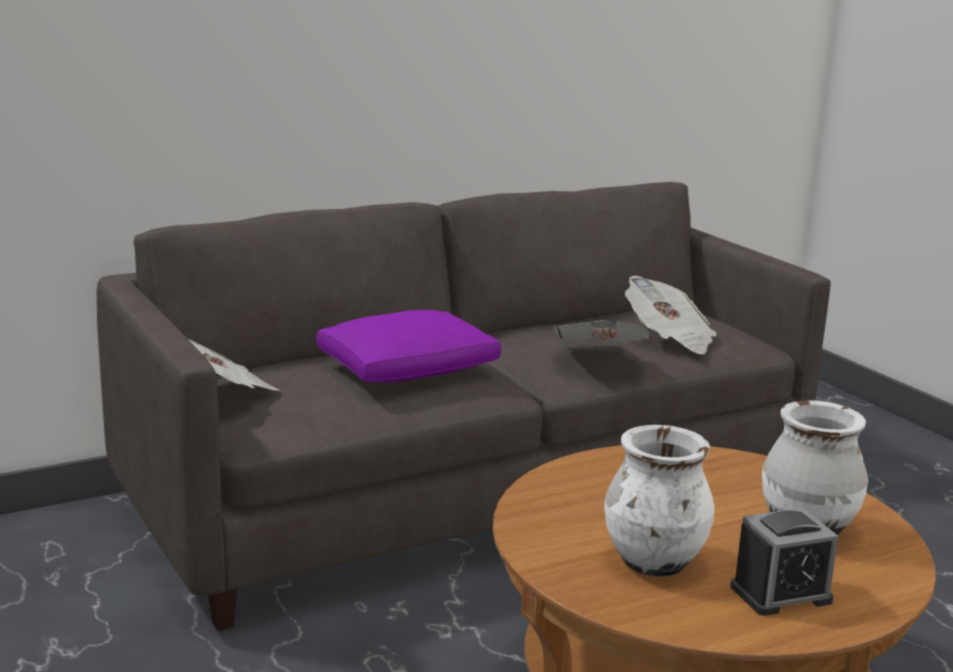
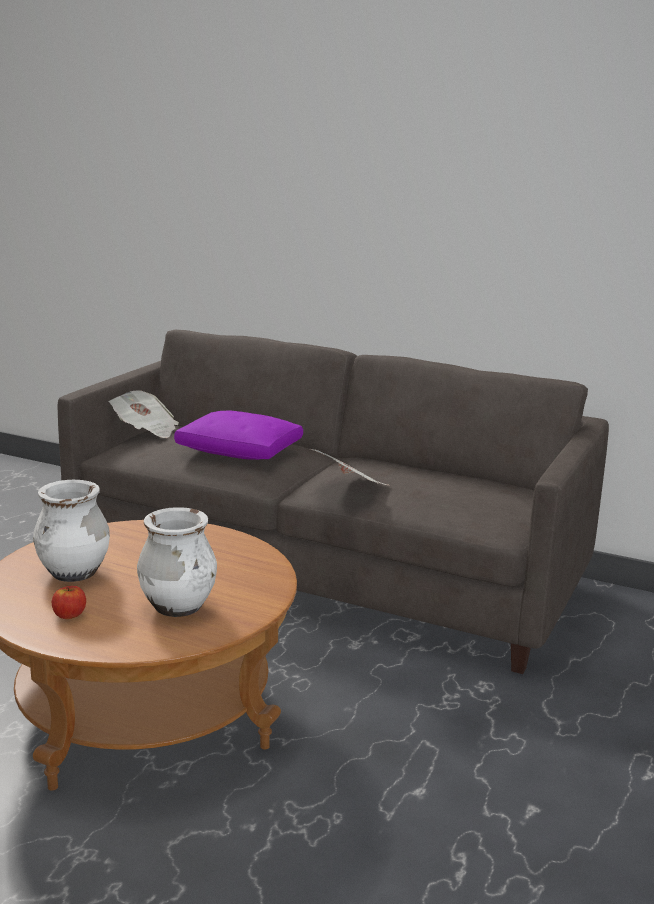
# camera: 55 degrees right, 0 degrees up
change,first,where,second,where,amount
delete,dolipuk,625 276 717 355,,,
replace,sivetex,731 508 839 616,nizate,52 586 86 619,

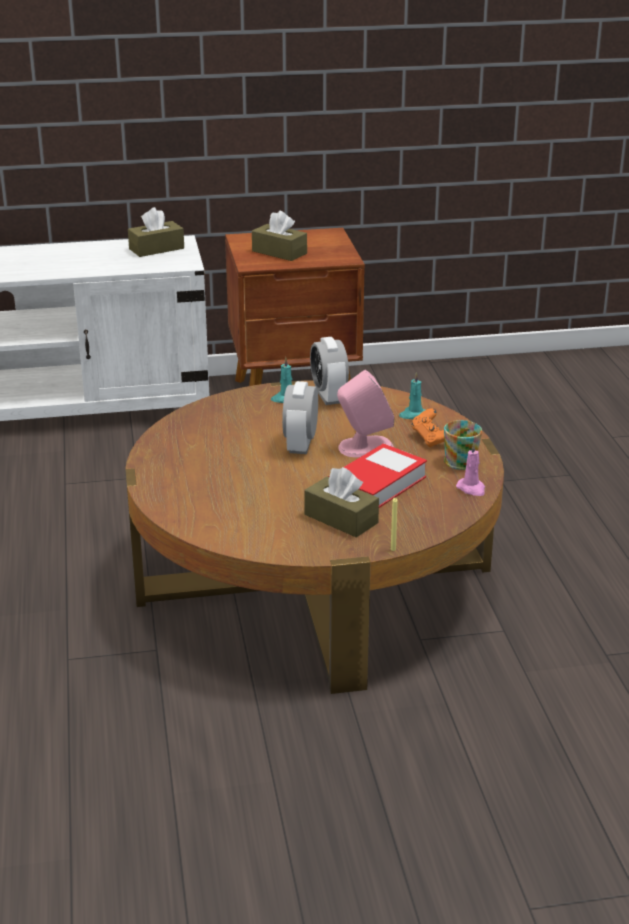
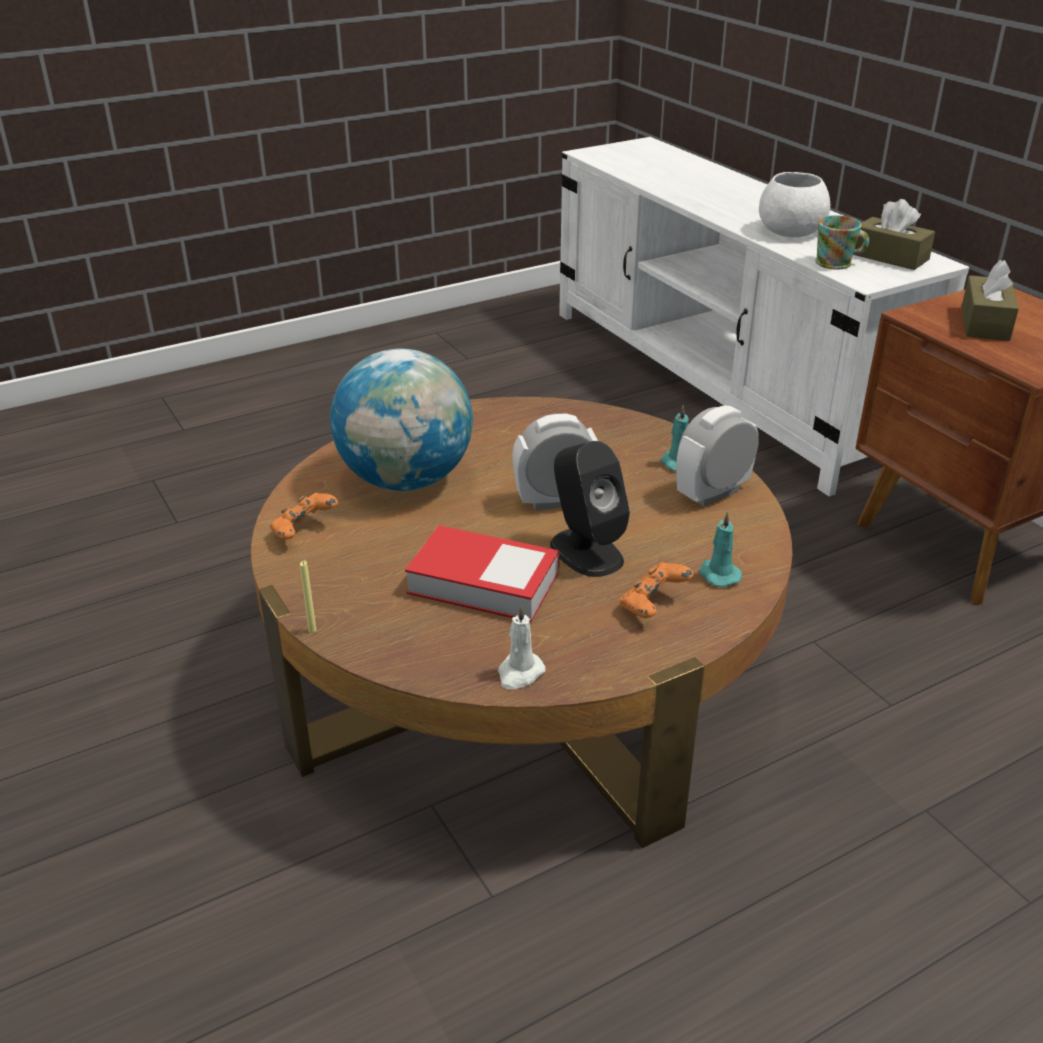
# camera: 70 degrees right, 5 degrees up
change,first,where,second,where,amount
delete,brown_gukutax,304 467 379 537,,,
recolor,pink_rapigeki,337 370 394 457,black_rapigeki,550 441 630 577,
move,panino,444 420 482 470,,815 215 869 269,
recolor,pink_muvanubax,456 443 485 496,white_muvanubax,498 605 546 690,
insert,,,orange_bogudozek,270 493 338 540,
insert,,,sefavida,330 349 473 491,
insert,,,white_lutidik,759 172 830 237,

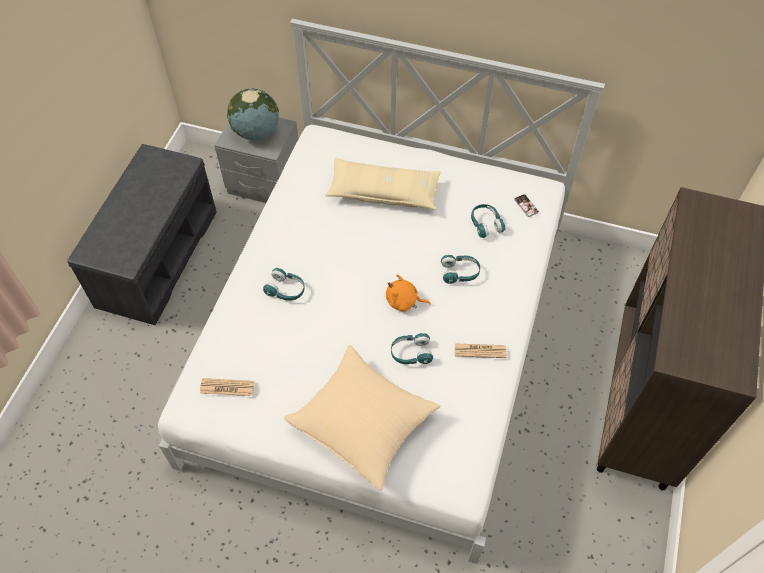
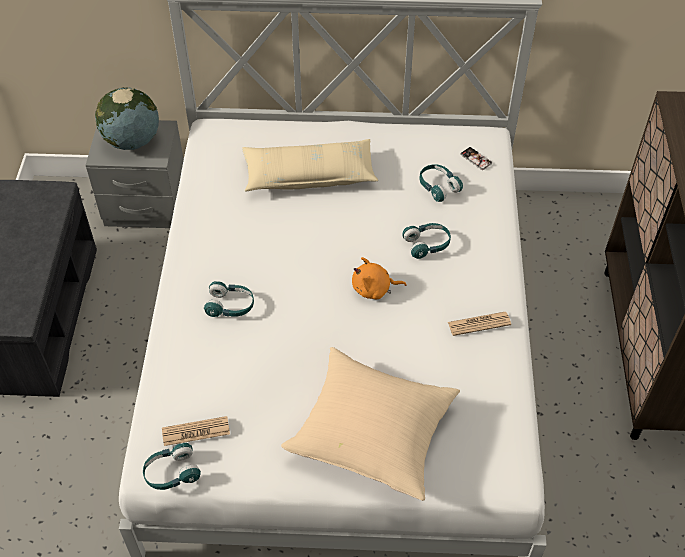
# camera: 15 degrees left, 5 degrees down
change,first,where,second,where,amount
move,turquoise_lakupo,391 333 433 364,,143 443 201 490,

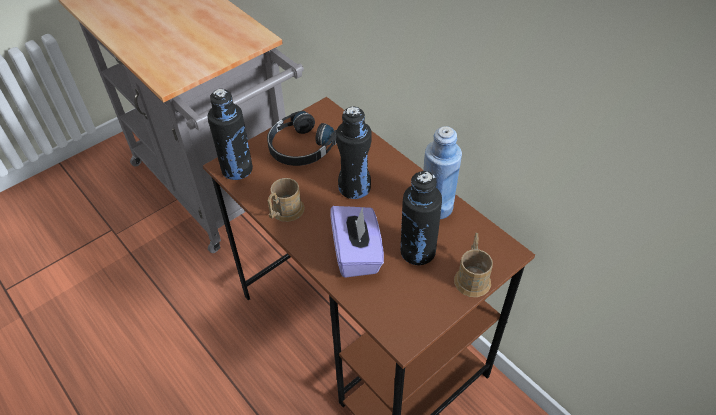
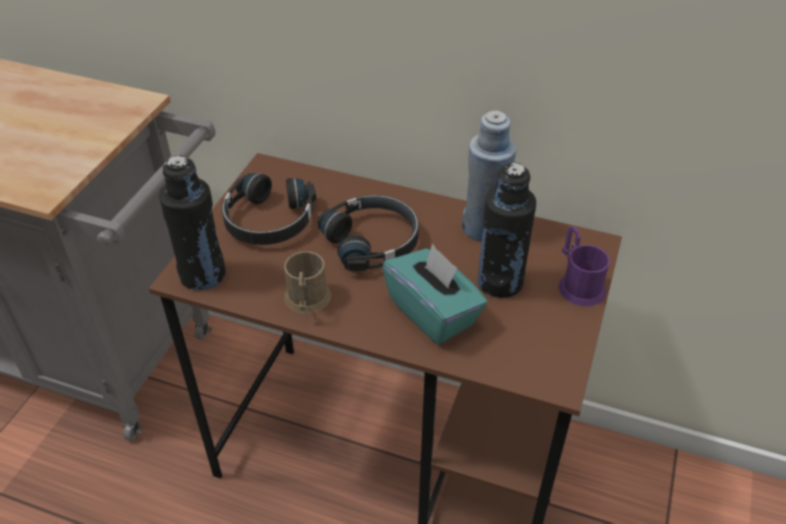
# camera: 30 degrees left, 5 degrees down
change,first,where,second,where,amount
recolor,purple_gukutax,331 206 384 278,turquoise_gukutax,382 243 488 345,
replace,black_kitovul,336 106 372 199,black_lakupo,318 195 419 271,
recolor,brown_panino,454 233 493 297,purple_panino,558 226 610 307,

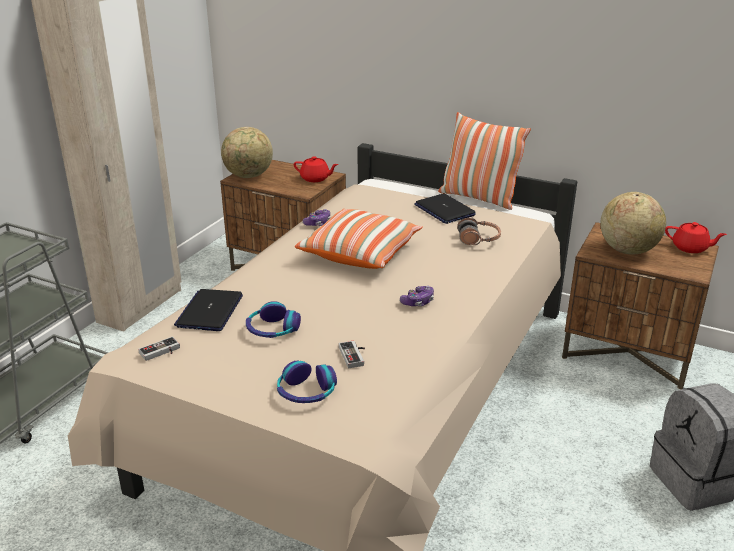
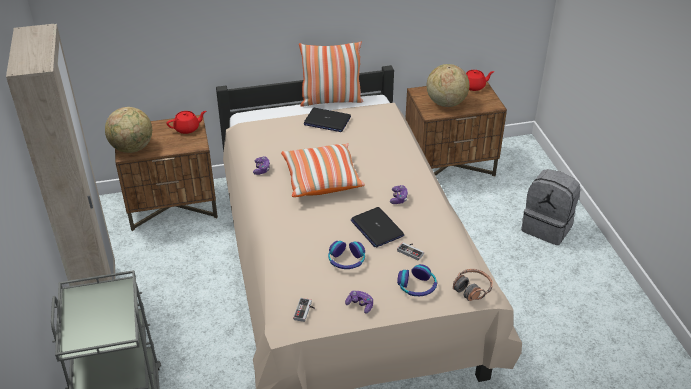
# camera: 40 degrees left, 10 degrees up
change,first,where,second,where,amount
move,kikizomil,174 289 243 331,,351 207 404 248,
move,lakupo,457 218 501 245,,453 269 493 301,
insert,,,bogudozek,345 290 373 314,

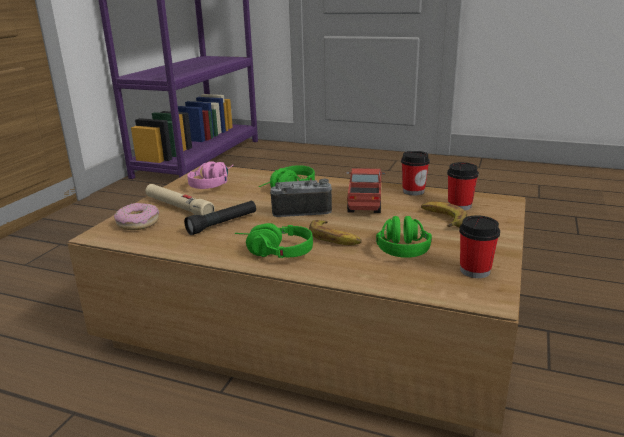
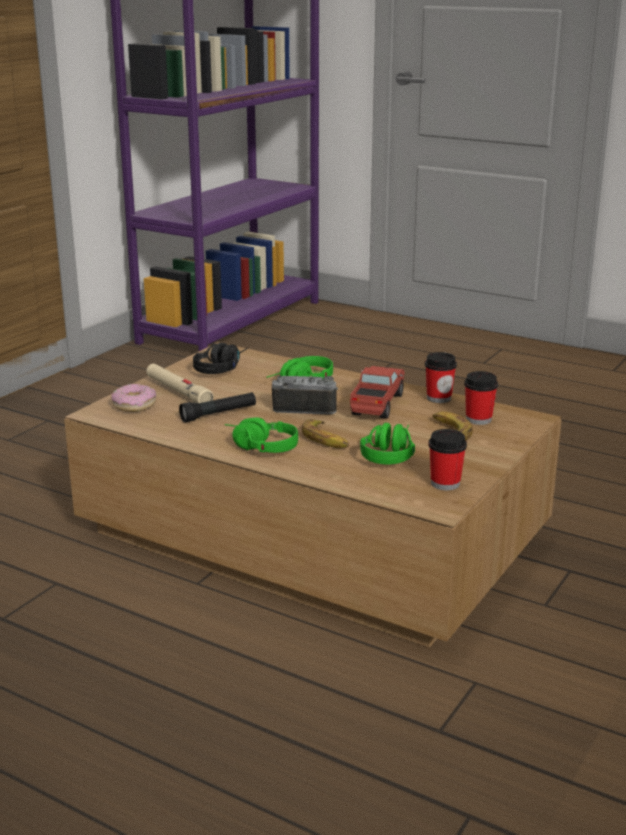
# camera: 10 degrees right, 0 degrees up
change,first,where,second,where,amount
recolor,pink_lakupo,187 161 233 189,black_lakupo,193 343 248 374,

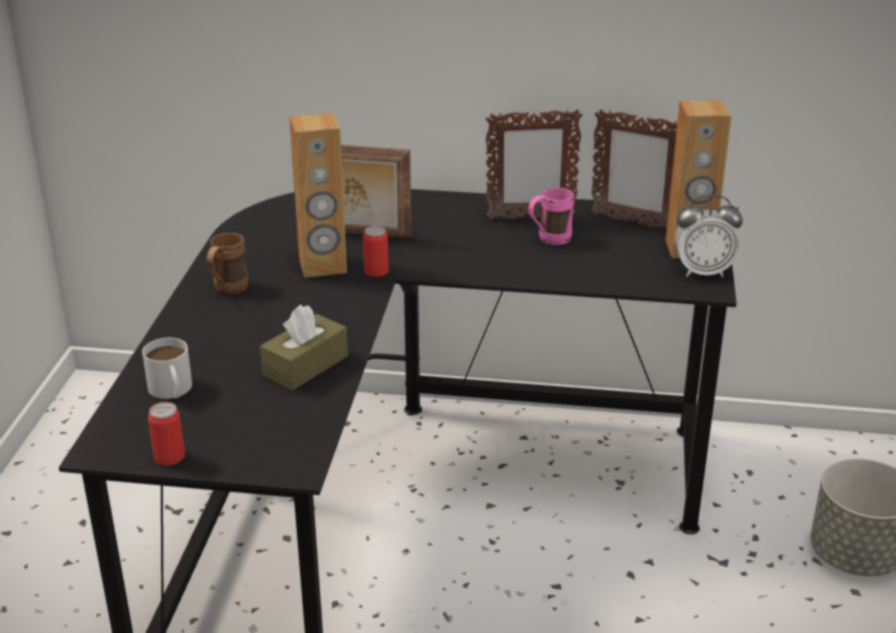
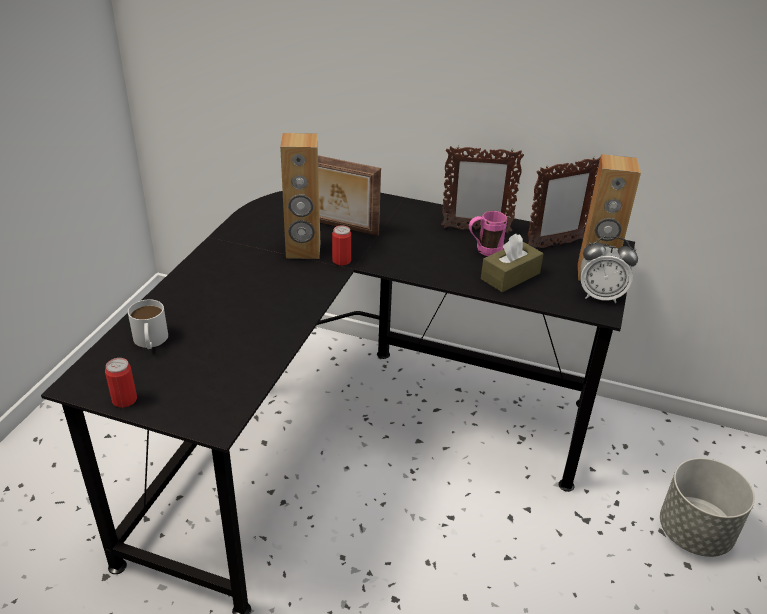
# camera: 10 degrees right, 5 degrees up
change,first,where,second,where,amount
delete,brown_panino,206 233 248 294,,,
move,brown_gukutax,260 305 348 391,,481 234 544 292,
rotate,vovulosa,591 109 677 228,,528 156 600 248,60 degrees counterclockwise

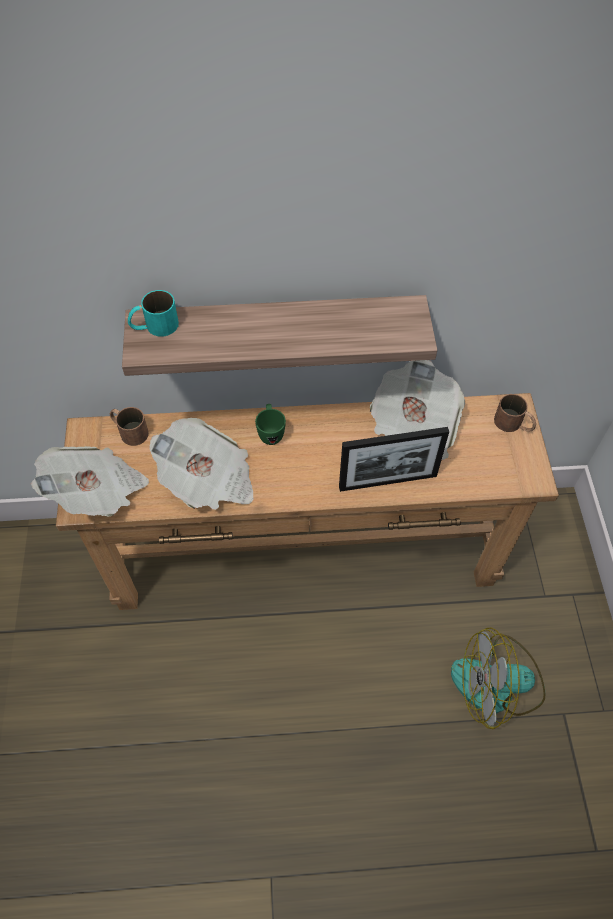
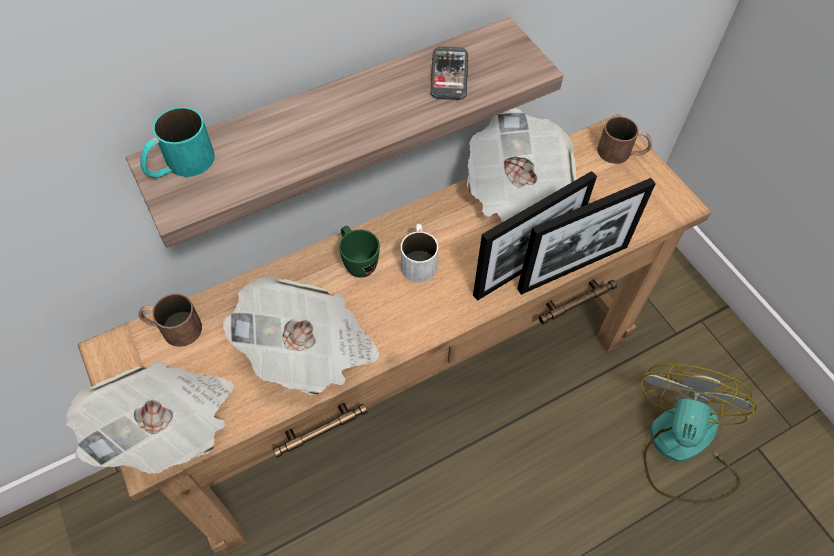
# camera: 25 degrees left, 0 degrees up
change,first,where,second,where,amount
rotate,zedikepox,451 627 545 729,,640 364 757 503,135 degrees clockwise
insert,,,white_panino,401 224 438 283,
insert,,,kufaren,430 46 468 100,
insert,,,vovulosa,517 178 656 295,

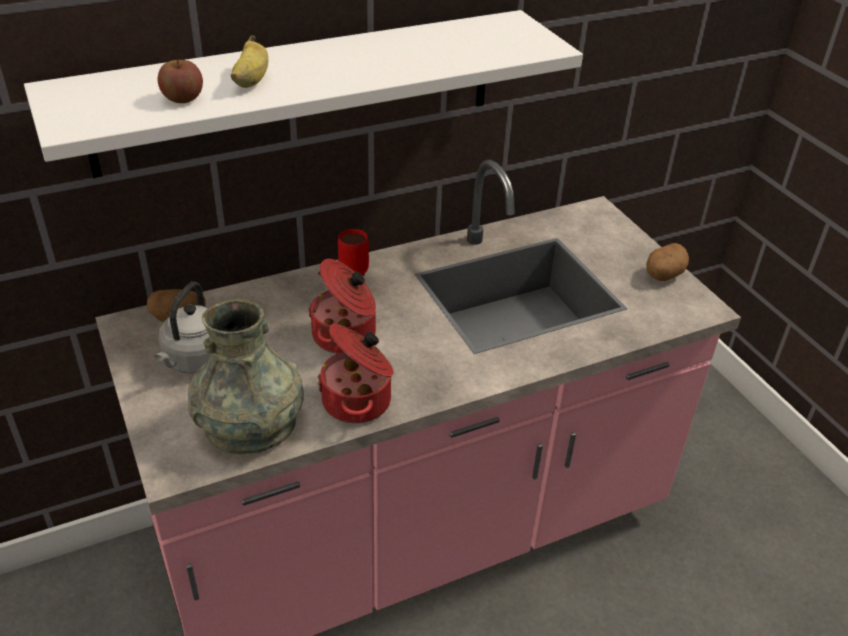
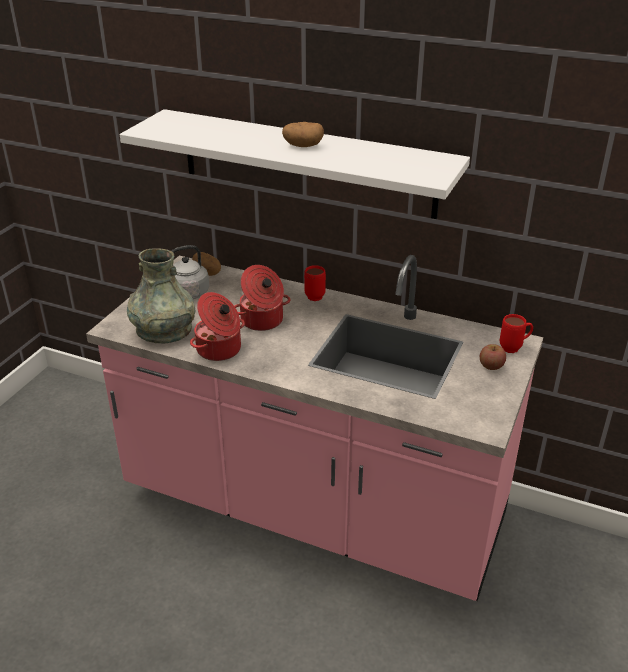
# camera: 50 degrees right, 5 degrees down
change,first,where,second,where,amount
move,nizate,158 60 203 103,,480 344 506 370,
delete,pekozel,231 35 268 88,,,
move,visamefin,646 243 689 281,,282 122 324 147,
insert,,,red_panino,500 314 533 353,

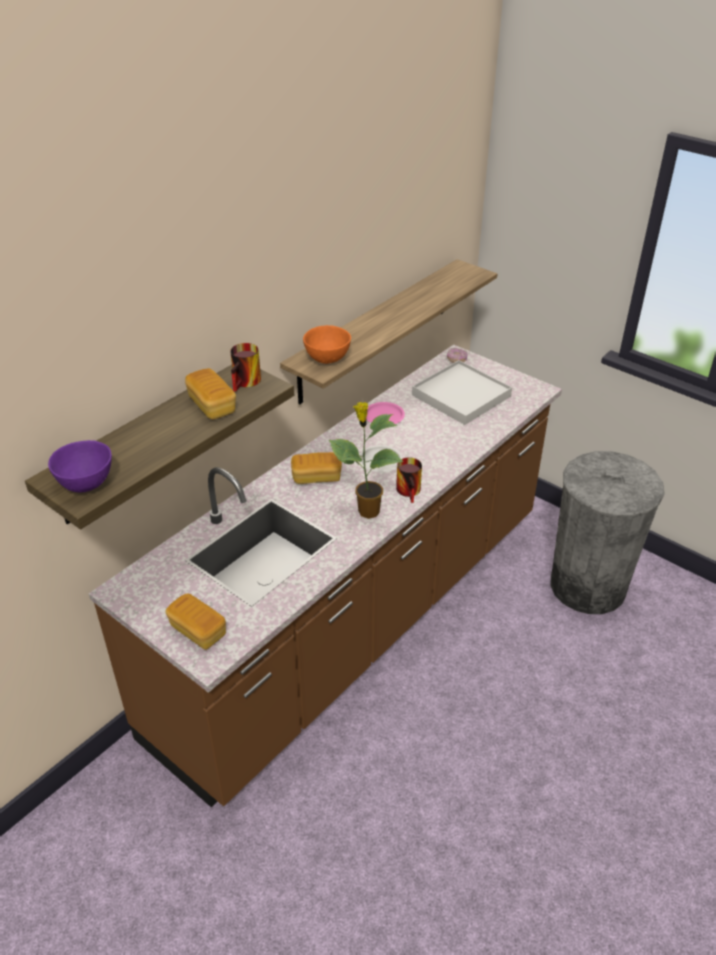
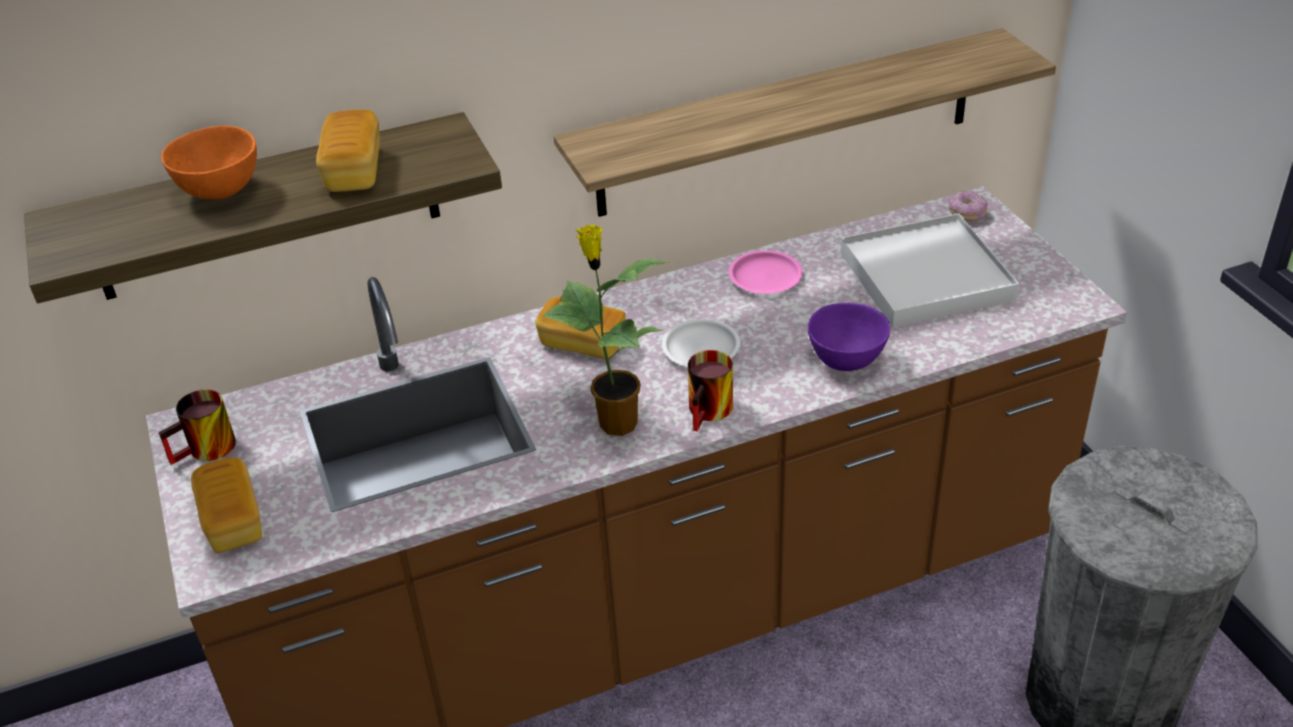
# camera: 30 degrees right, 0 degrees up
change,first,where,second,where,amount
move,purple_lutidik,48 440 112 492,,808 303 890 371,
move,panino,230 343 261 392,,159 389 236 465,
move,orange_lutidik,303 325 351 364,,161 126 257 199,

